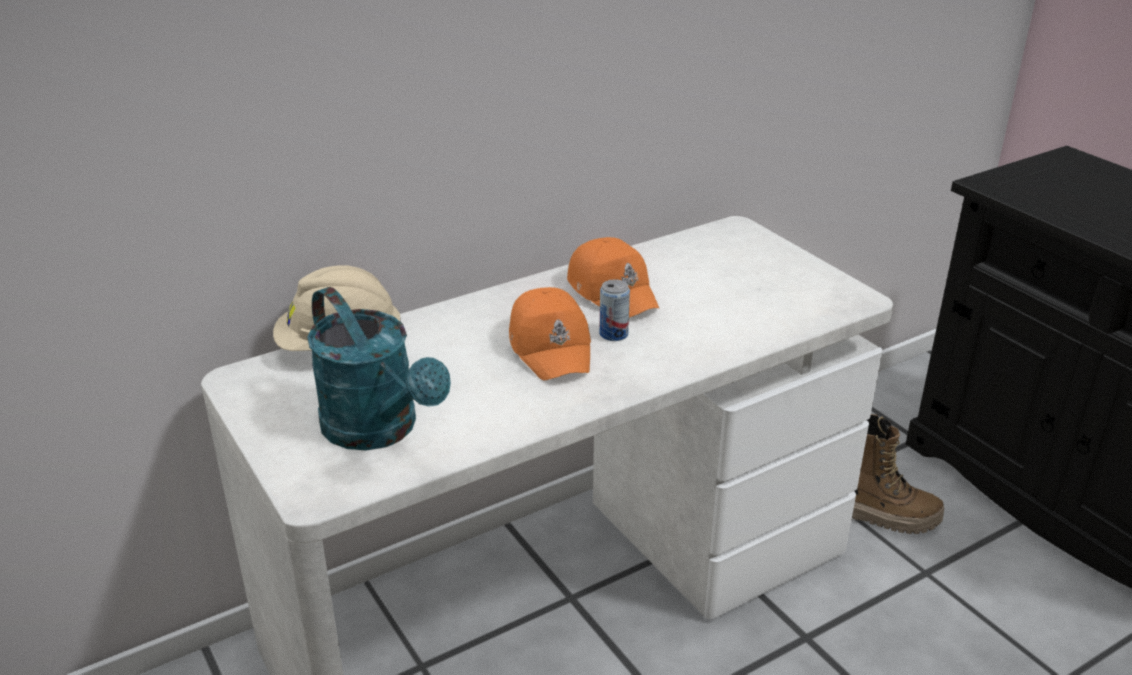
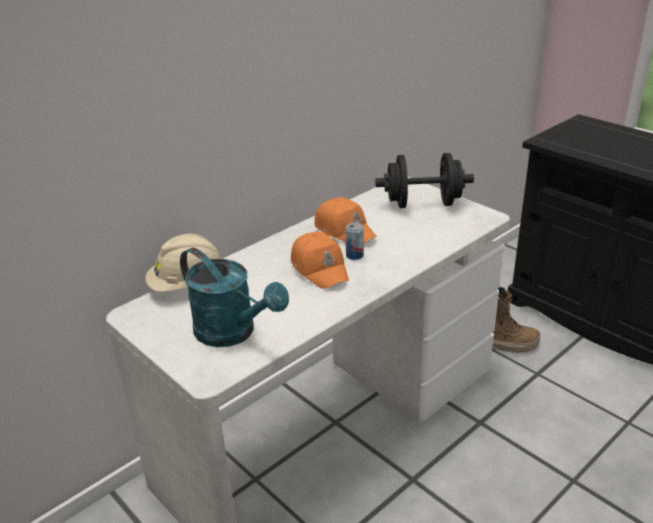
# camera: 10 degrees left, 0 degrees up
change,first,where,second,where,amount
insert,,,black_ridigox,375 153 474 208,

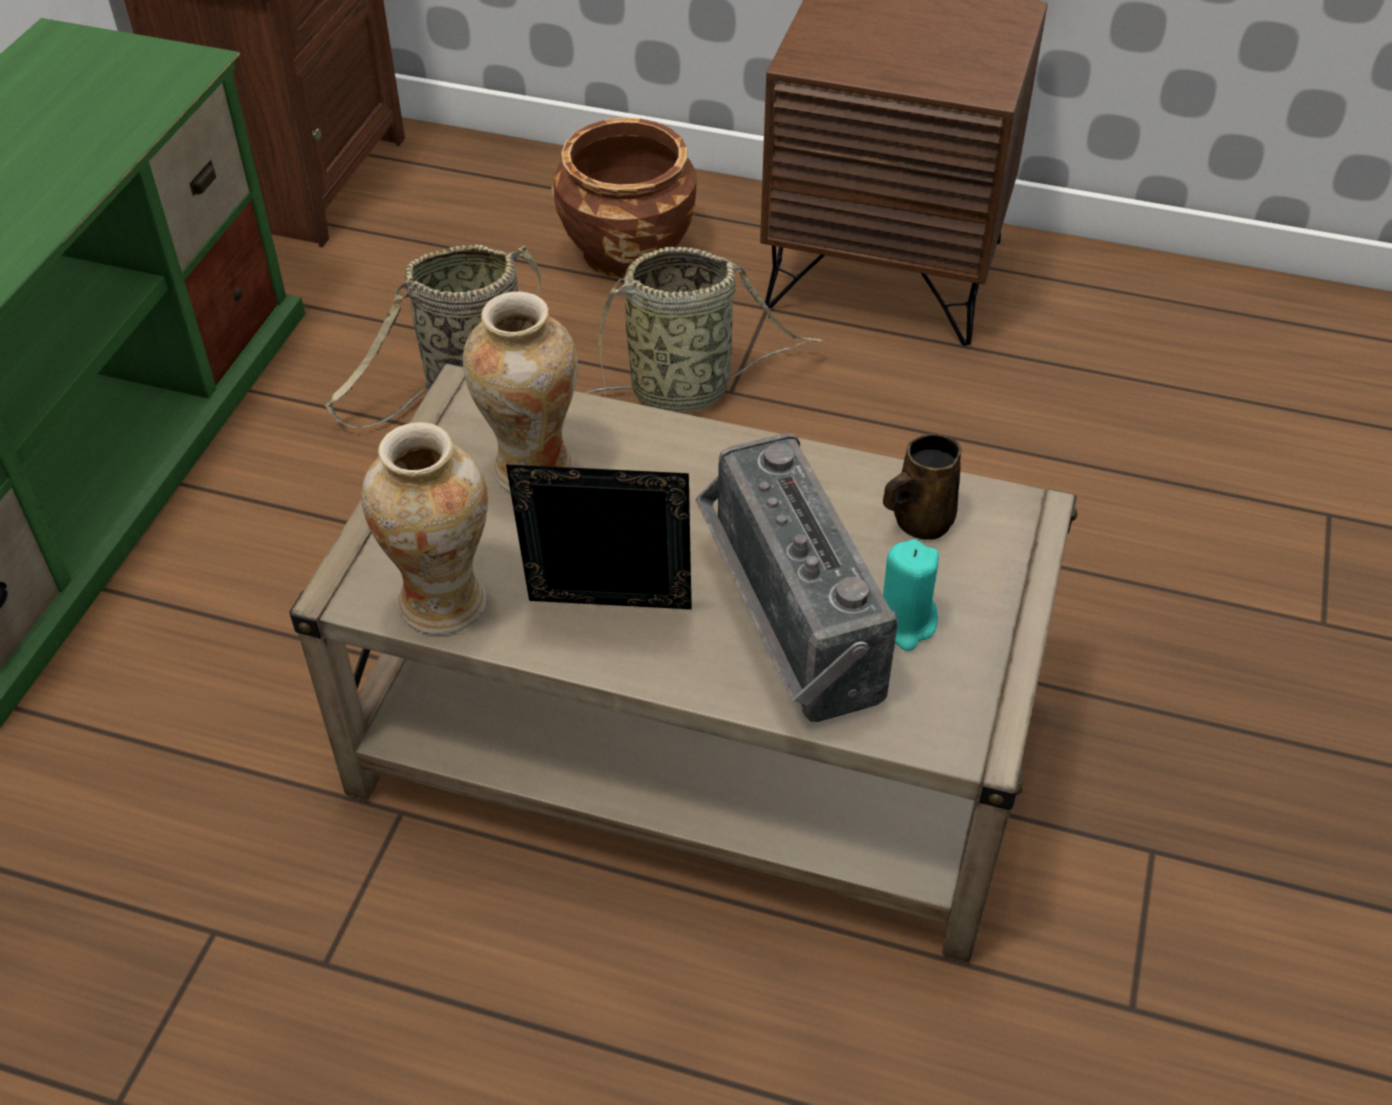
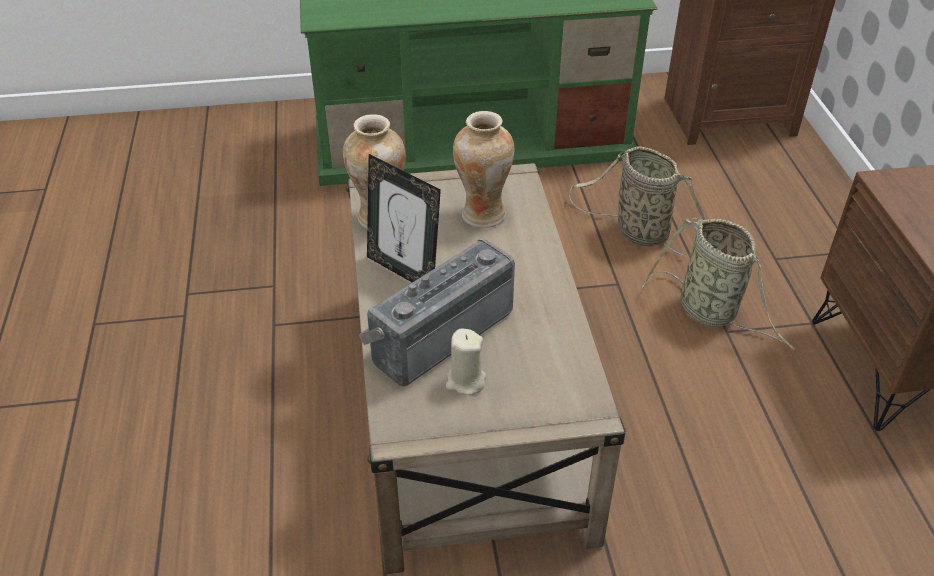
# camera: 65 degrees right, 5 degrees down
change,first,where,second,where,amount
rotate,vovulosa,506 464 692 609,,367 154 441 282,150 degrees clockwise
delete,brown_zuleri,551 118 697 279,,,
delete,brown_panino,883 434 962 540,,,
recolor,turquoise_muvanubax,883 539 939 651,beige_muvanubax,446 329 486 395,

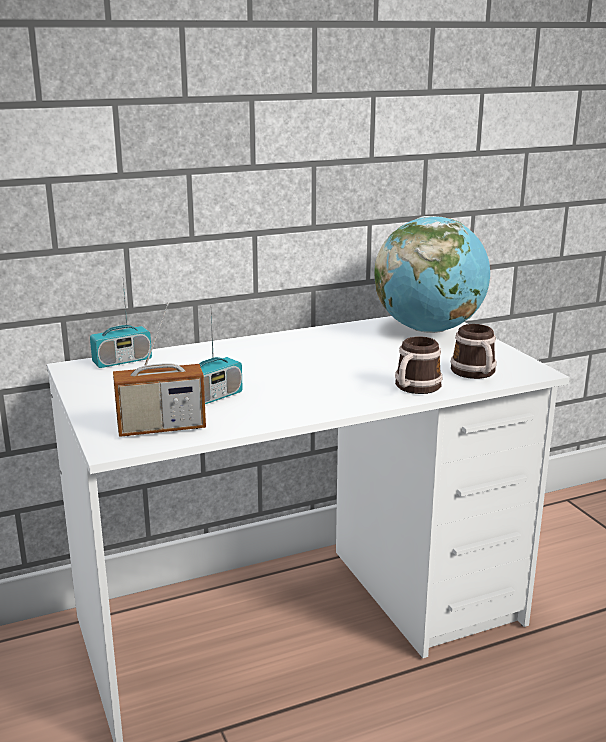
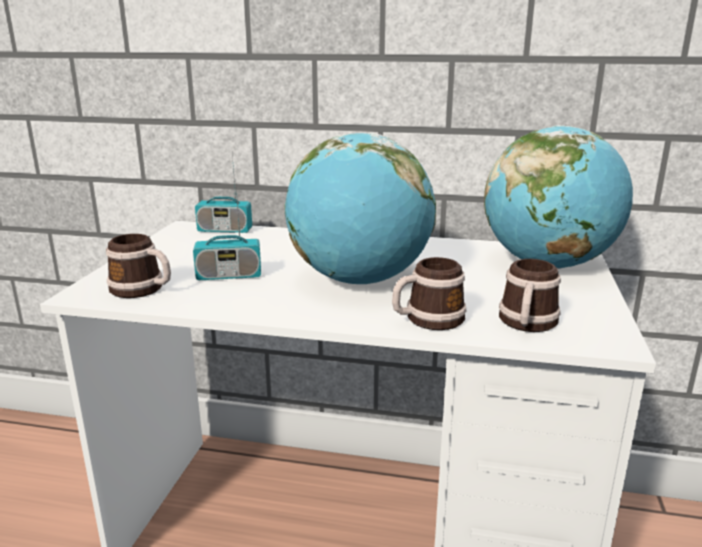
# camera: 35 degrees right, 0 degrees up
change,first,where,second,where,amount
replace,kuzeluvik,113 302 206 437,panino,106 234 171 298,
insert,,,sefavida,284 133 436 284,

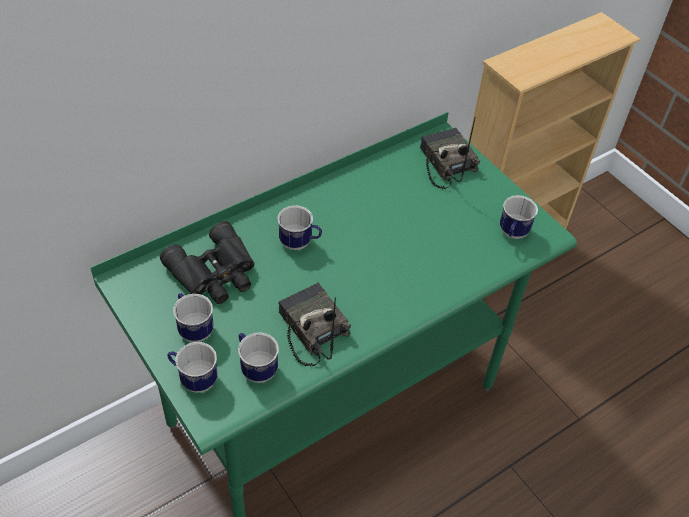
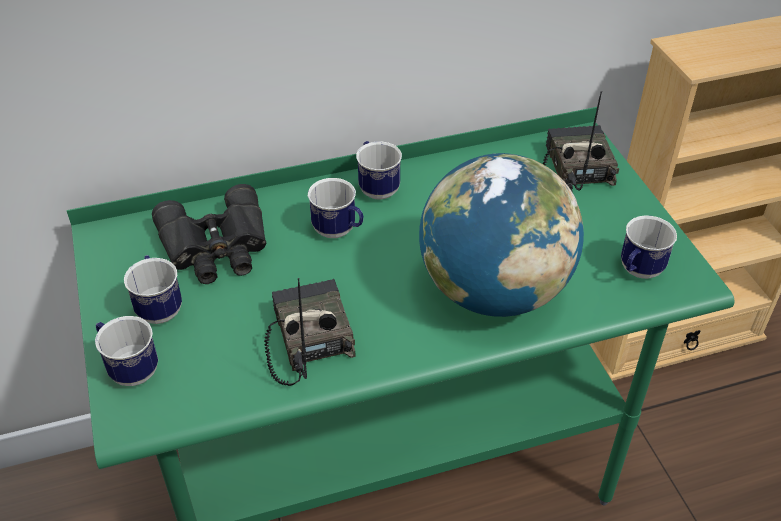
# camera: 20 degrees right, 5 degrees down
change,first,where,second,where,amount
move,panino,238 333 279 383,,356 141 402 200,
insert,,,sefavida,419 153 584 317,

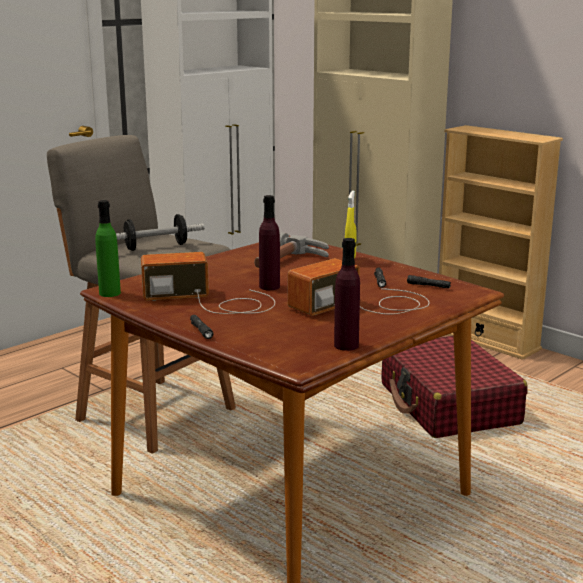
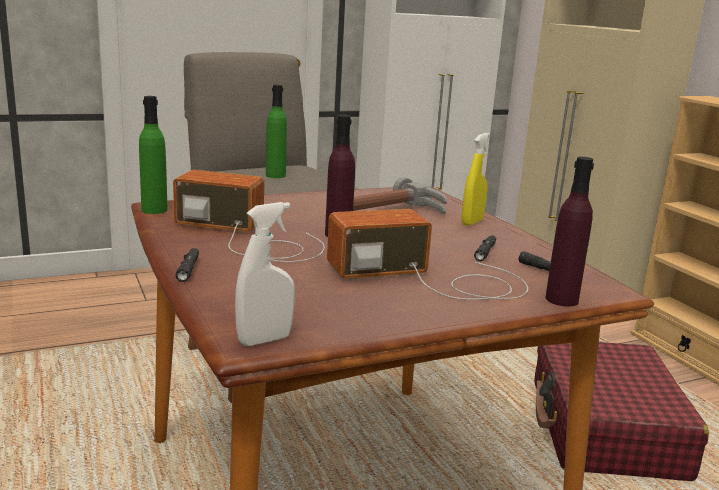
# camera: 20 degrees right, 0 degrees up
change,first,where,second,where,amount
replace,ridigox,116 214 204 251,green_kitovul,266 85 287 178,
move,purple_kitovul,334 238 360 351,,545 157 594 307,
insert,,,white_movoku,235 202 295 346,

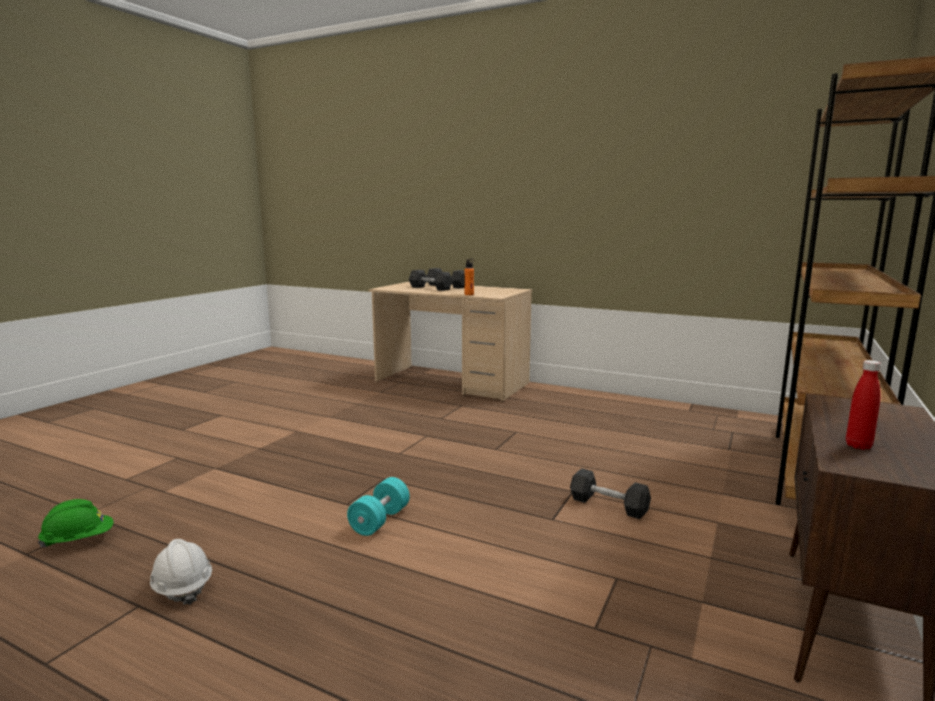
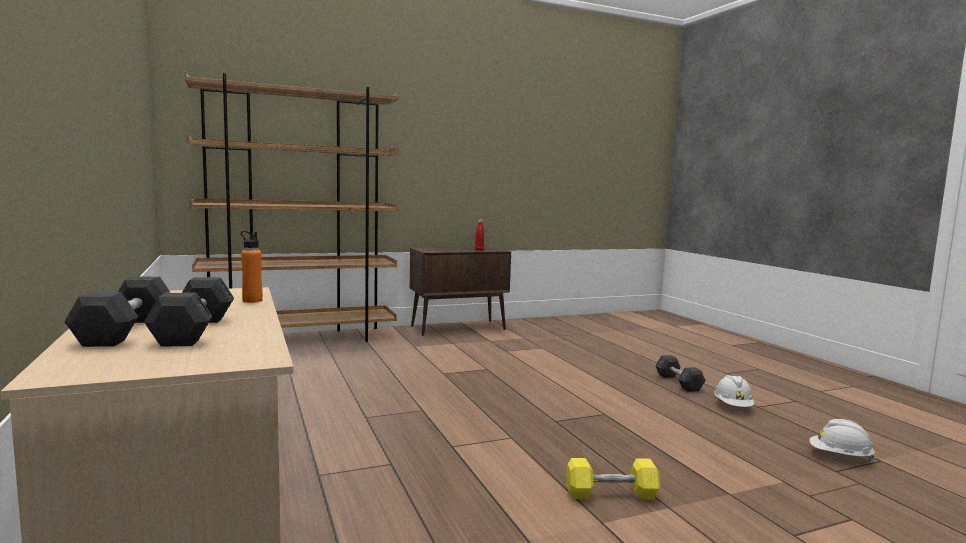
# camera: 140 degrees left, 5 degrees down
change,first,where,second,where,amount
recolor,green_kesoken,38 499 114 548,white_kesoken,809 419 875 461,
delete,turquoise_ridigox,347 477 410 536,,,
move,grey_ridigox,570 468 651 519,,655 355 705 392,
insert,,,yellow_ridigox,566 458 660 499,

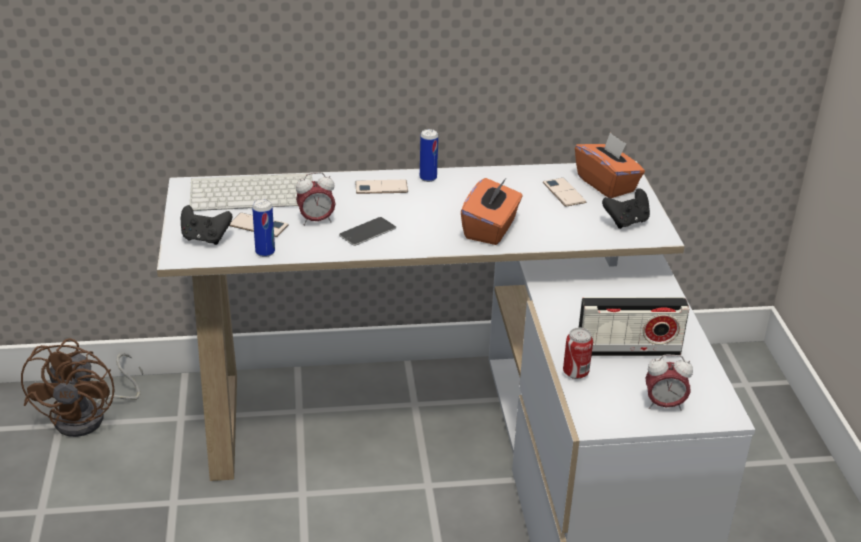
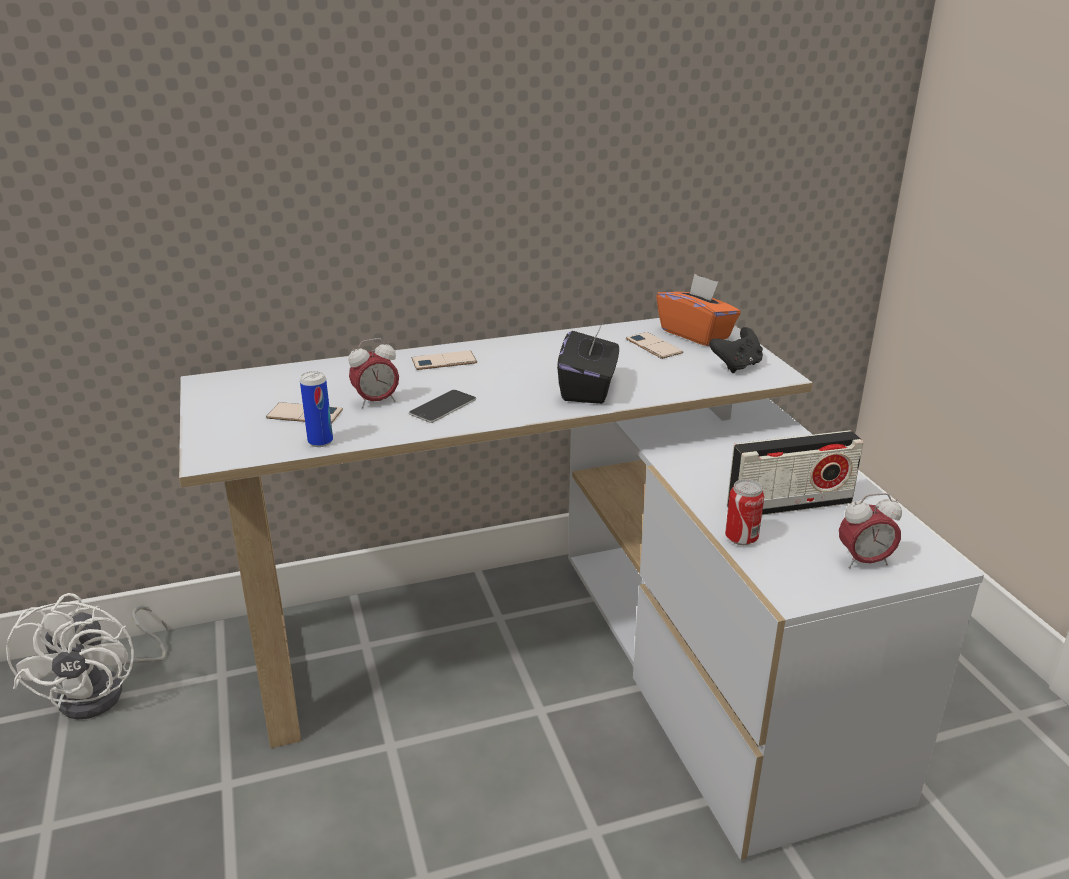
# camera: 10 degrees left, 5 degrees down
change,first,where,second,where,amount
recolor,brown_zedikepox,21 338 143 437,white_zedikepox,6 593 168 720,
delete,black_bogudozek,181 205 232 245,,,
delete,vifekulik,190 173 312 211,,,
delete,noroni,420 129 438 182,,,
recolor,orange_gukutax,461 177 522 245,black_gukutax,557 323 619 404,

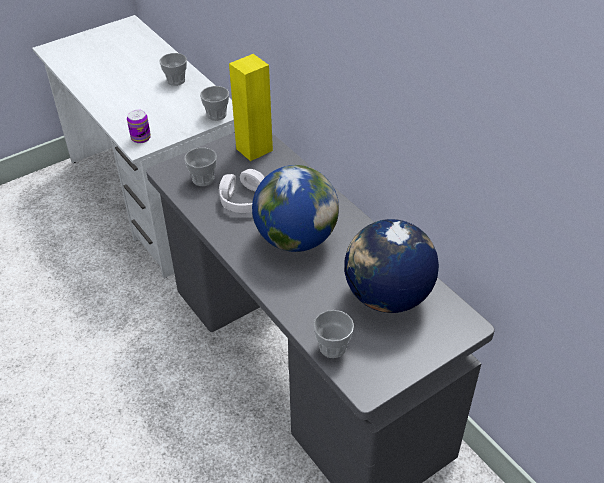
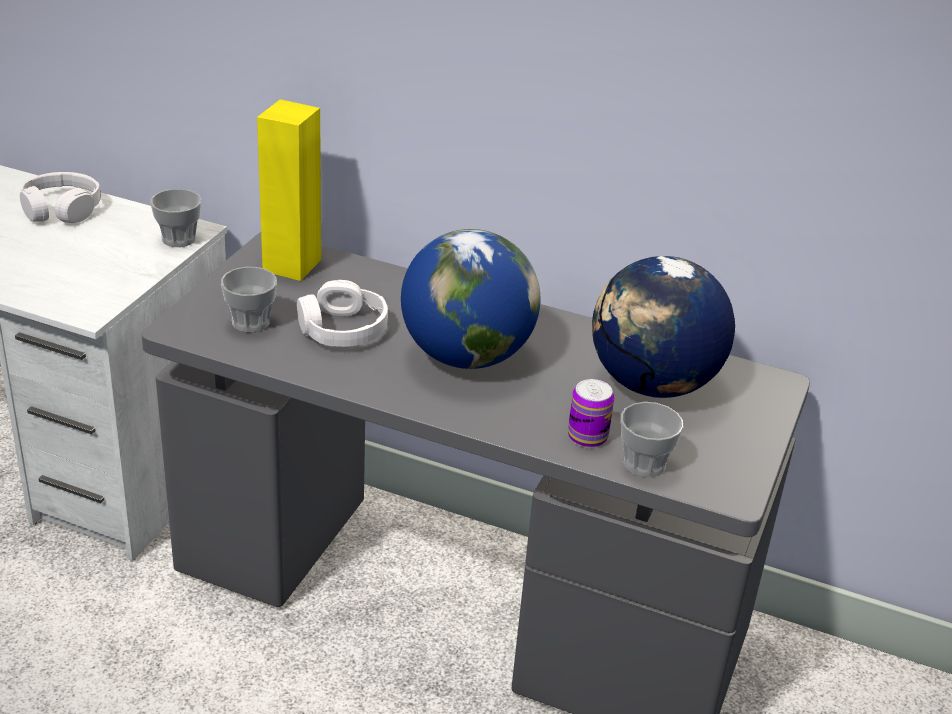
# camera: 35 degrees left, 10 degrees down
change,first,where,second,where,amount
move,noroni,127 110 151 144,,568 379 614 448,
replace,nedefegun,159 53 187 86,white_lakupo,20 172 101 223,

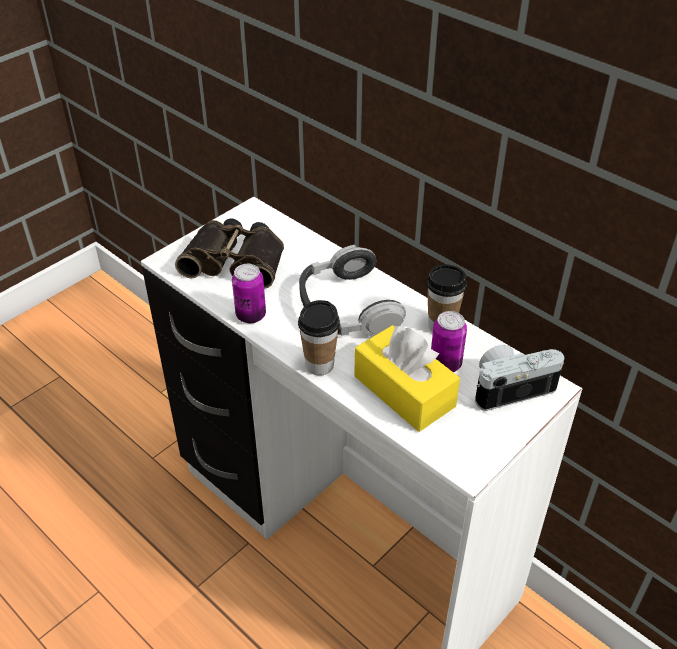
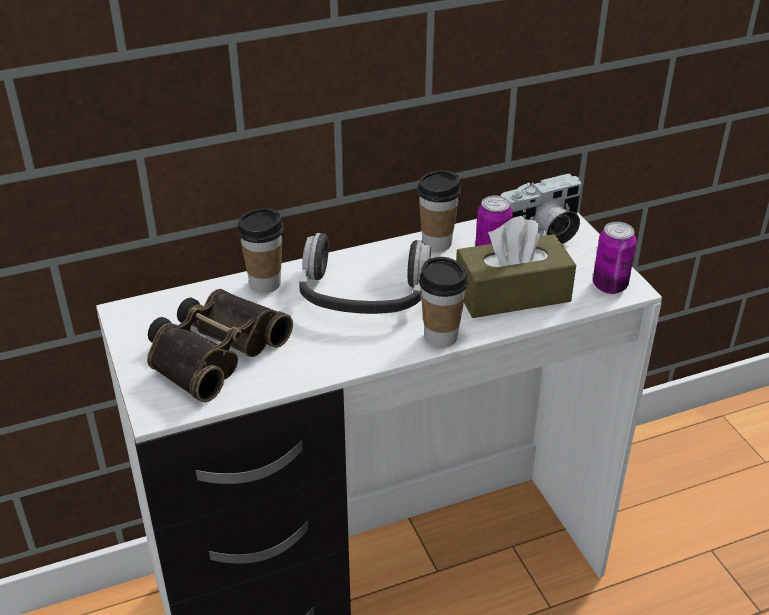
# camera: 65 degrees left, 5 degrees down
change,first,where,second,where,amount
move,noroni,232 264 266 323,,593 222 636 294,
recolor,yellow_gukutax,354 325 460 432,brown_gukutax,456 216 576 318,
rotate,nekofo,475 345 564 411,,500 174 581 244,120 degrees counterclockwise
insert,,,nedefegun,237 208 283 293,

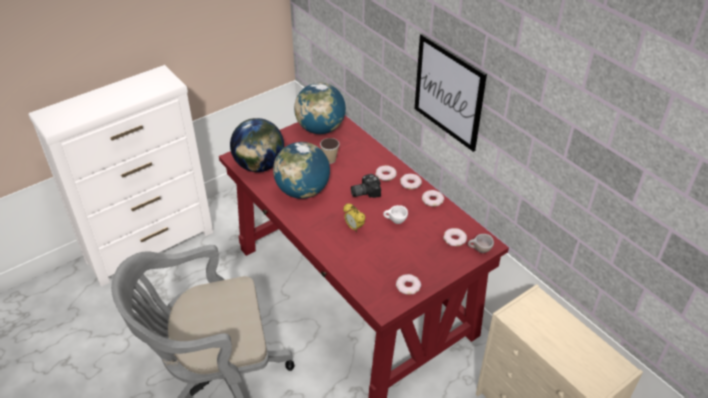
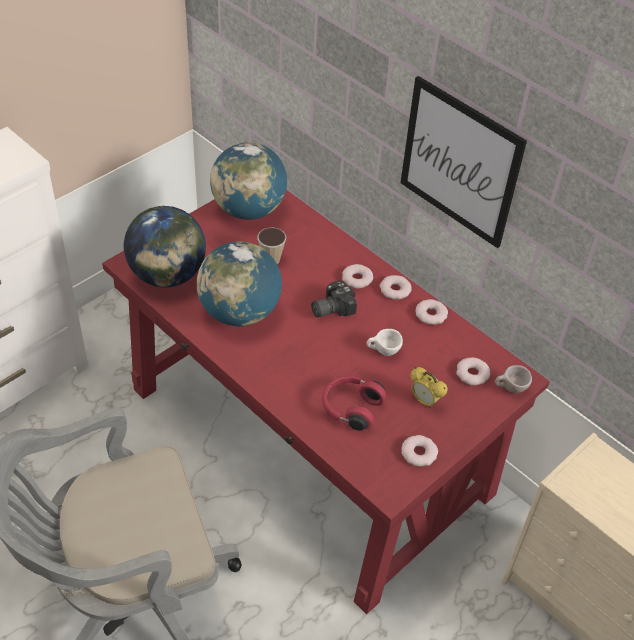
# camera: 10 degrees left, 5 degrees up
change,first,where,second,where,amount
move,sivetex,343 203 366 232,,411 367 448 408,
insert,,,red_lakupo,322 376 387 431,

